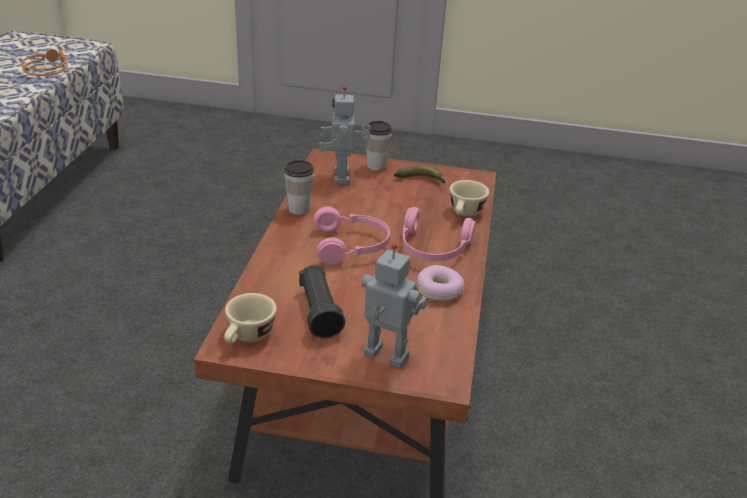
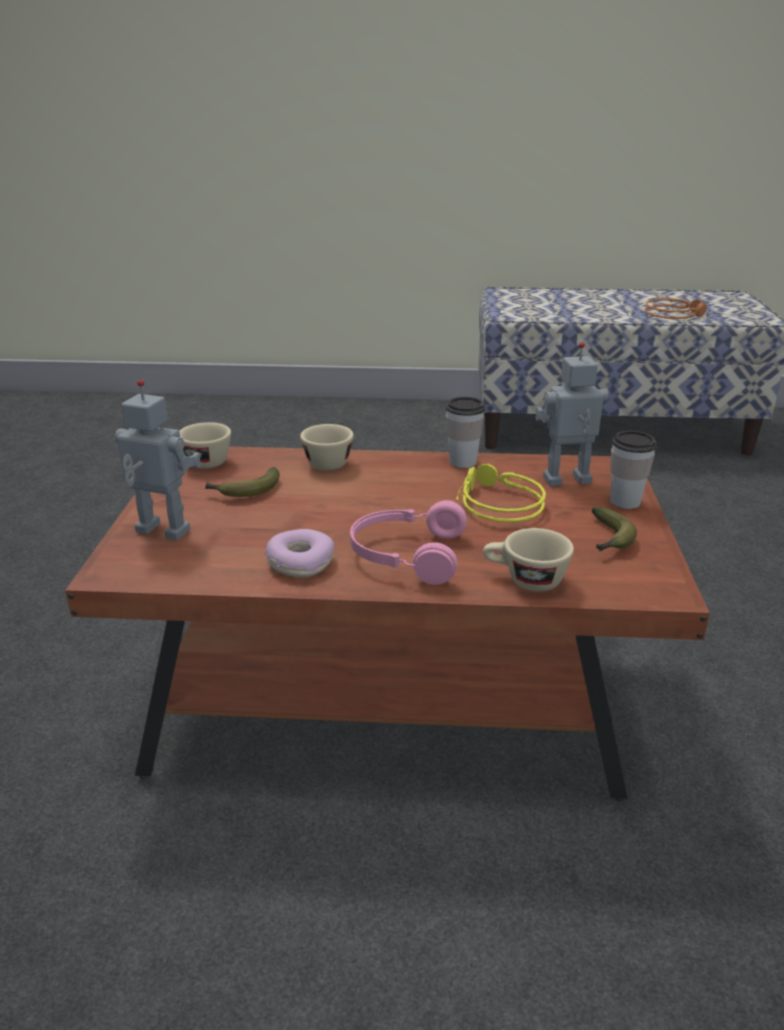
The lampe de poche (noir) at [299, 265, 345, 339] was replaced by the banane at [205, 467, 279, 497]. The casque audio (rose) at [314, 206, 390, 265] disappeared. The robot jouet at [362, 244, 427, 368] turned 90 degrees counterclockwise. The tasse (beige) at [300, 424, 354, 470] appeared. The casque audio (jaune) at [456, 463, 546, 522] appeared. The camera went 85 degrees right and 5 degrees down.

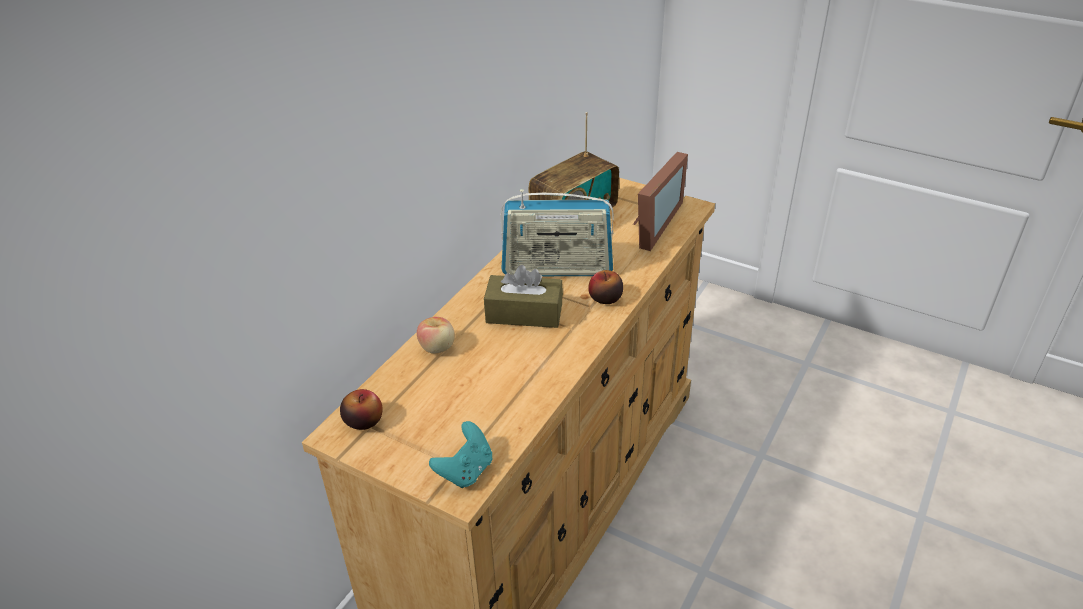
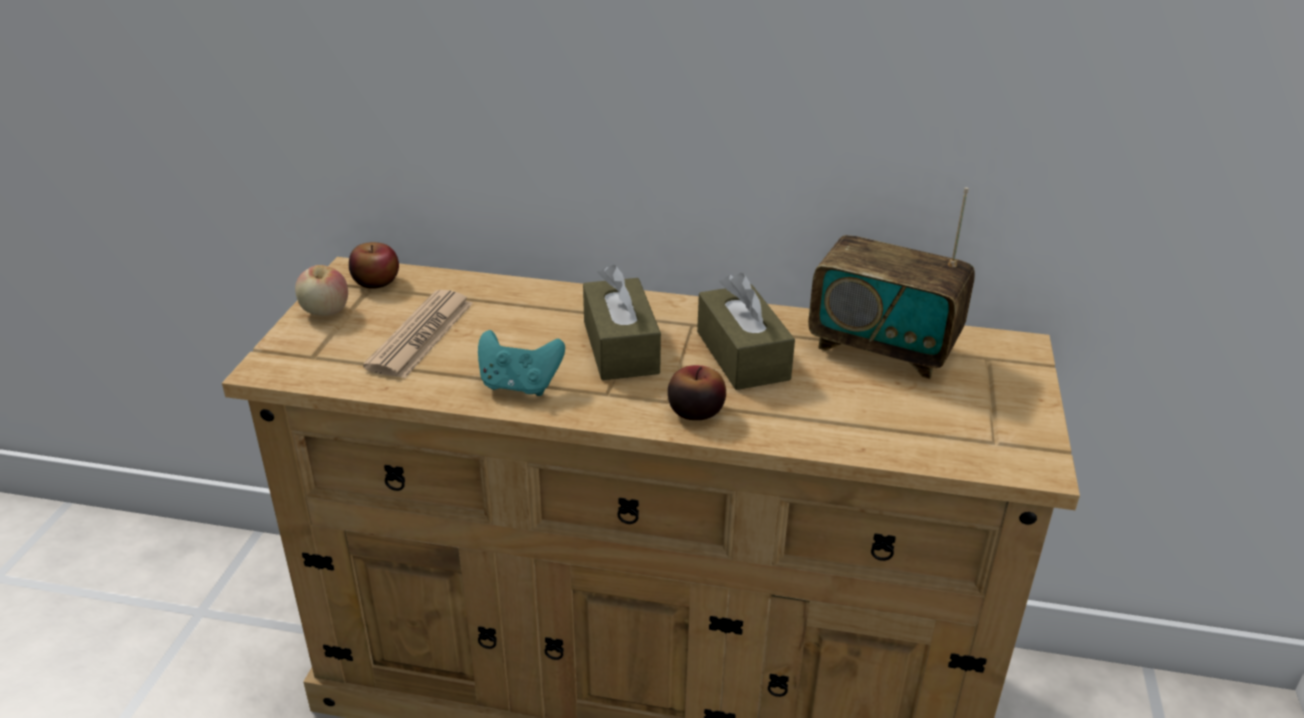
The pomme moved from [417, 317, 455, 354] to [295, 265, 348, 316]. The manette (turquoise) moved from [429, 421, 492, 488] to [478, 330, 565, 396]. The radio at [501, 189, 614, 276] was replaced by the boîte à mouchoirs (marron) at [697, 273, 795, 390]. The cadre photo at [633, 152, 688, 251] disappeared. The journal at [363, 290, 473, 378] appeared. The camera went 70 degrees right and 5 degrees down.

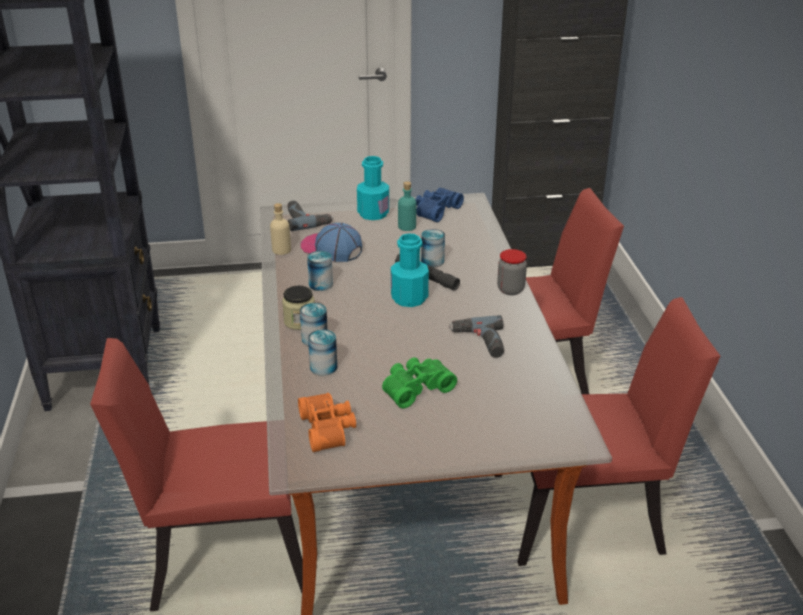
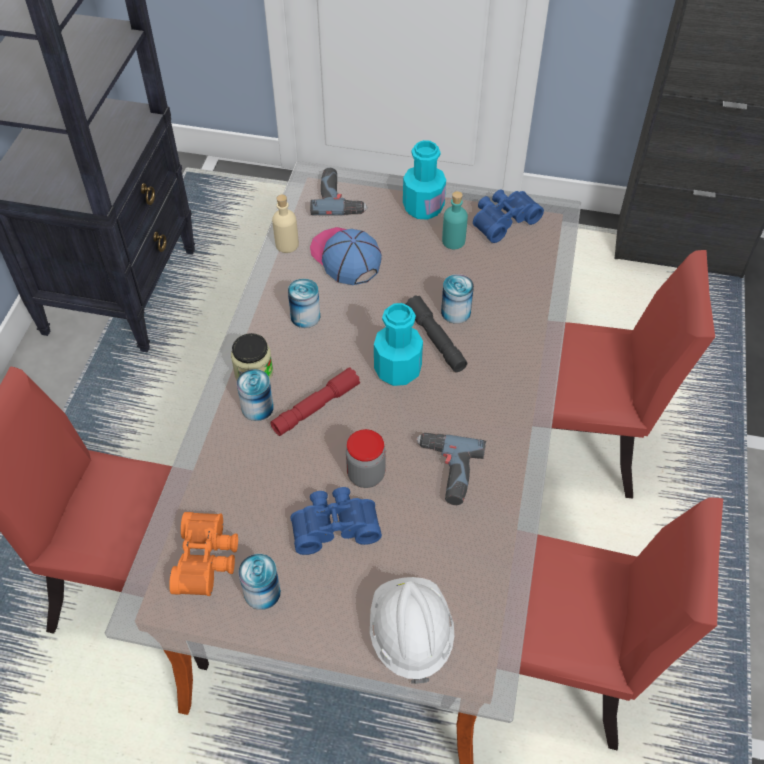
The boîte métallique moved from [308, 329, 337, 376] to [238, 554, 281, 610]. The jumelles (vert) at [382, 358, 457, 408] became the jumelles (bleu) at [290, 487, 382, 555]. The bocal moved from [497, 249, 527, 295] to [346, 429, 386, 488]. The lampe de poche (rouge) at [270, 367, 360, 436] appeared. The casque de chantier (blanc) at [370, 577, 454, 684] appeared. The camera went 20 degrees right and 20 degrees up.

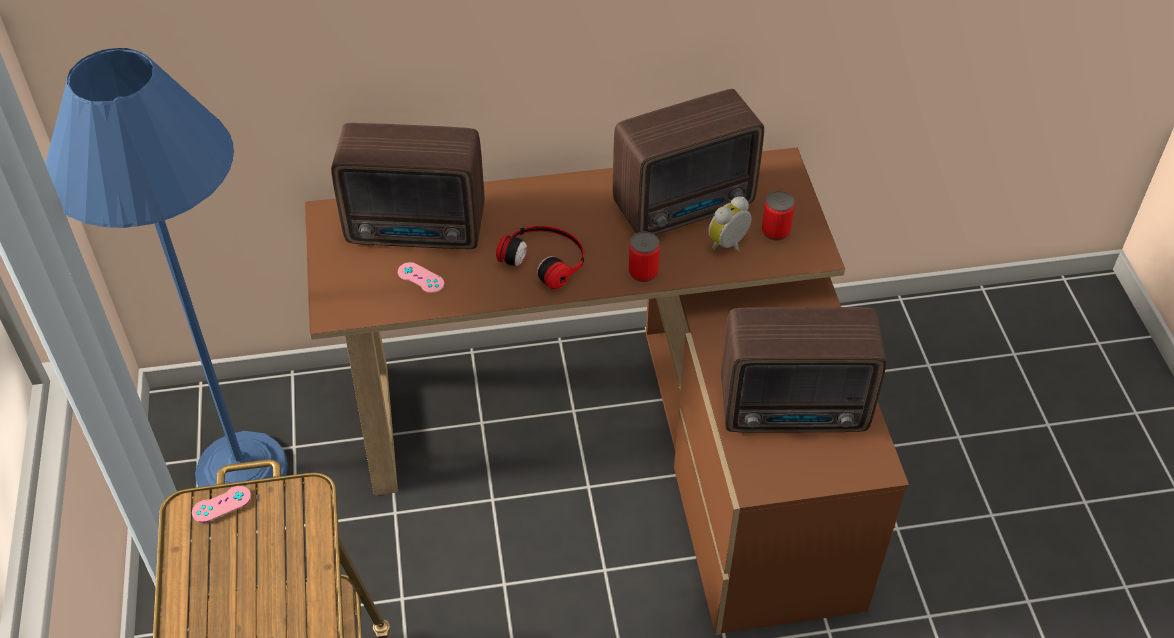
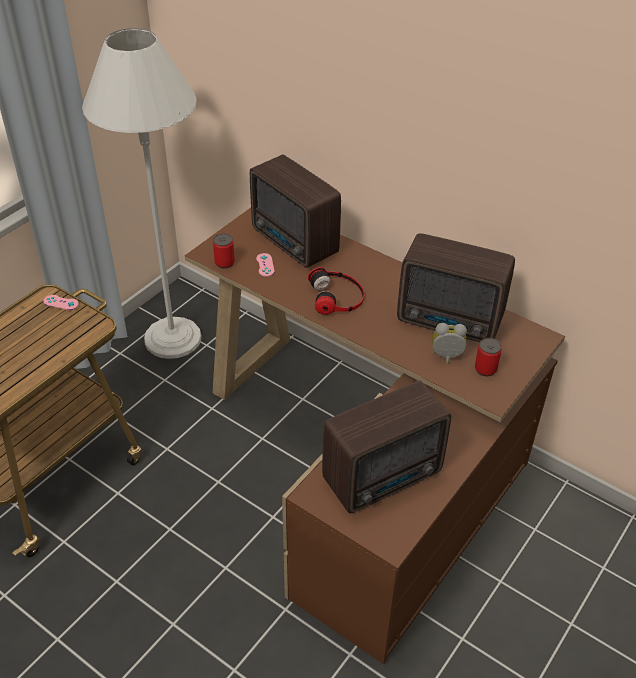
The lampadaire (bleu) at [45, 48, 288, 505] became the lampadaire (blanc) at [82, 28, 201, 359]. The boîte métallique moved from [629, 232, 660, 282] to [213, 233, 235, 269]. The radio at [721, 307, 886, 432] turned 75 degrees counterclockwise. The camera went 45 degrees right and 5 degrees down.

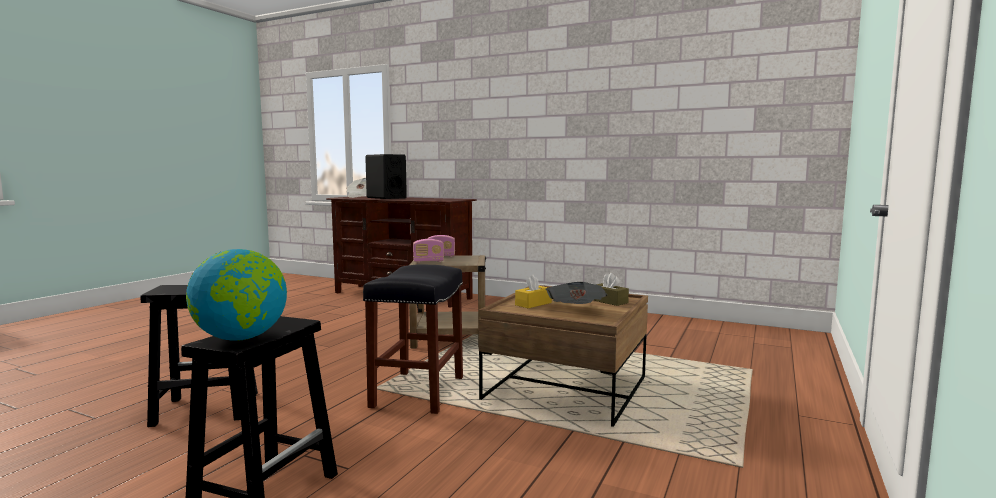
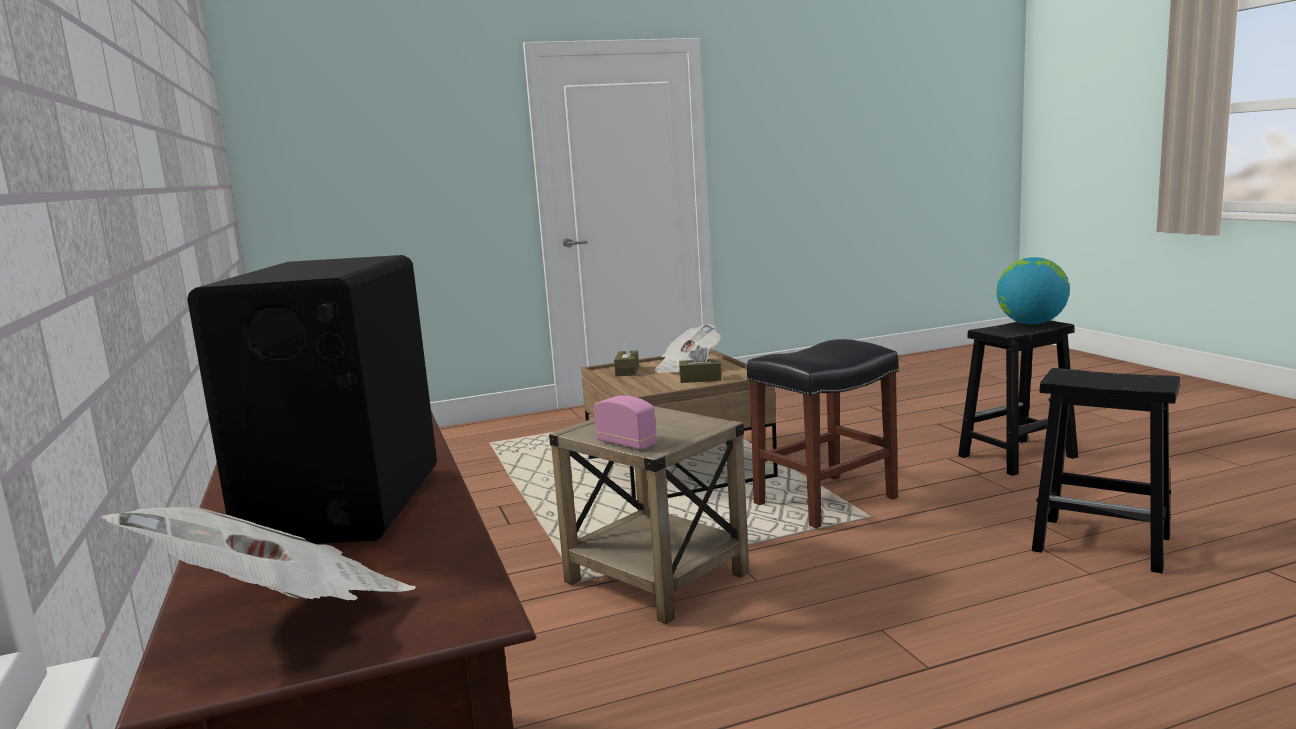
The radio at [413, 239, 444, 262] disappeared. The boîte à mouchoirs (jaune) at [515, 275, 552, 308] became the boîte à mouchoirs (marron) at [679, 345, 721, 383]. The camera went 135 degrees left and 5 degrees up.

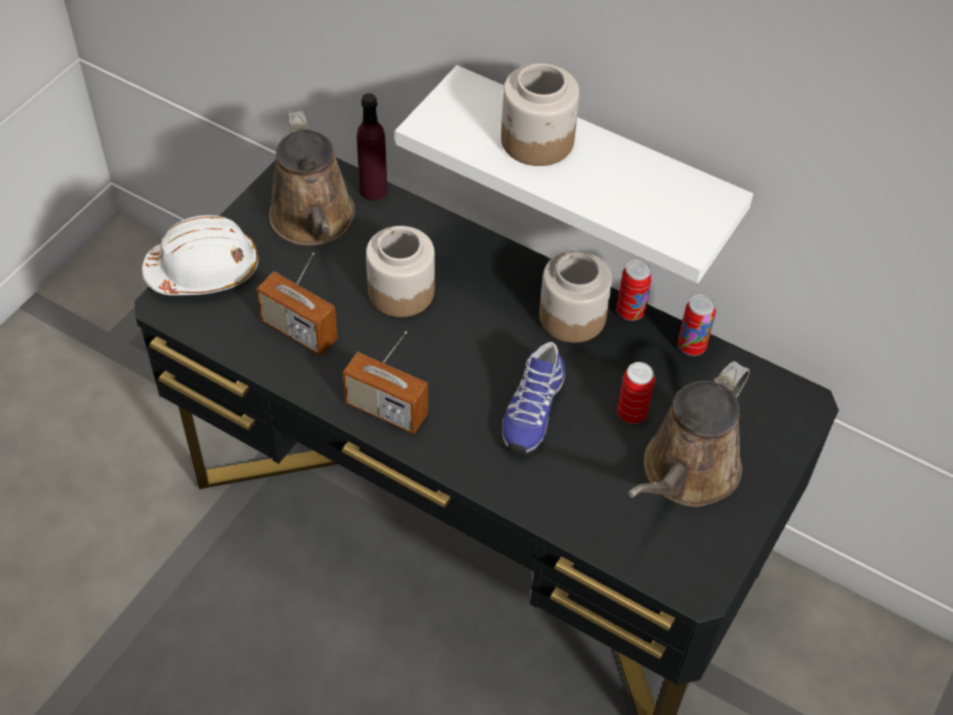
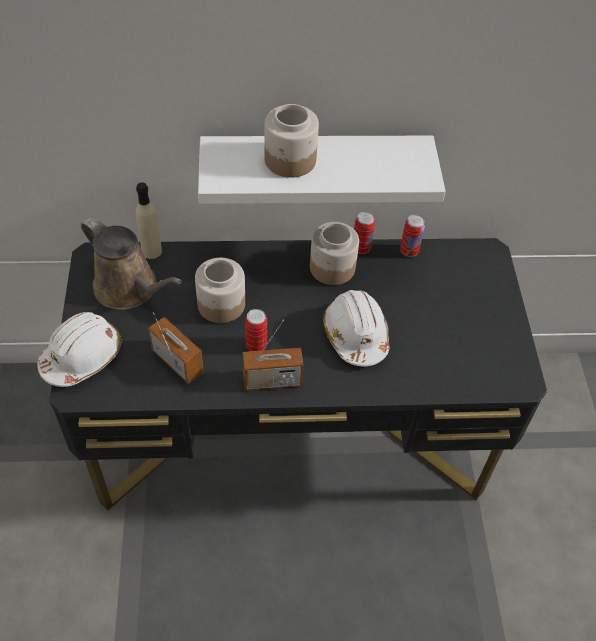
The radio at [256, 253, 338, 356] turned 135 degrees counterclockwise. The bouteille (violet) at [357, 93, 387, 201] became the bouteille (beige) at [136, 182, 162, 259]. The chaussure at [501, 342, 565, 455] was replaced by the casque de chantier (blanc) at [323, 290, 389, 367]. The boîte métallique moved from [617, 362, 655, 424] to [245, 309, 267, 351]. The arrosoir (marron) at [627, 361, 750, 507] disappeared. The camera went 35 degrees left and 0 degrees up.

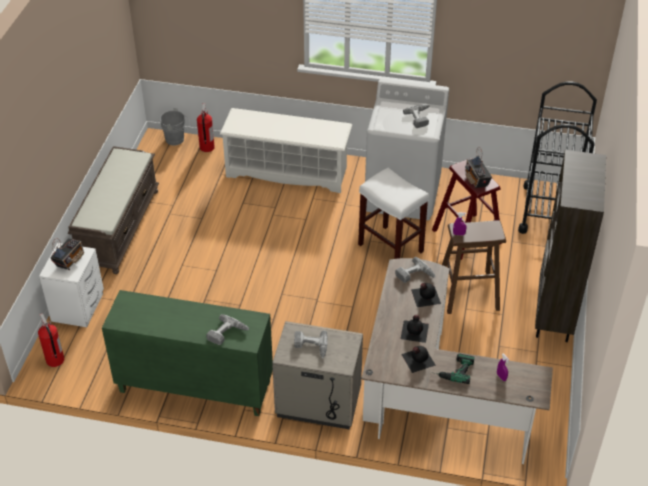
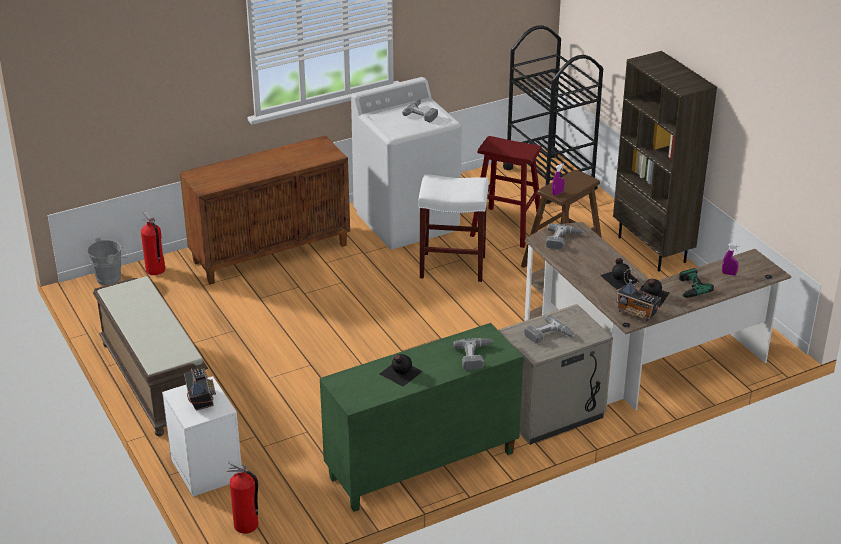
The étagère à chaussures (blanc) at [220, 108, 352, 193] was replaced by the meuble de rangement (marron) at [180, 135, 350, 285]. The bouteille (noir) moved from [411, 283, 441, 307] to [379, 354, 423, 386]. The radio moved from [465, 147, 492, 188] to [616, 269, 661, 321]. The camera went 40 degrees left and 10 degrees down.

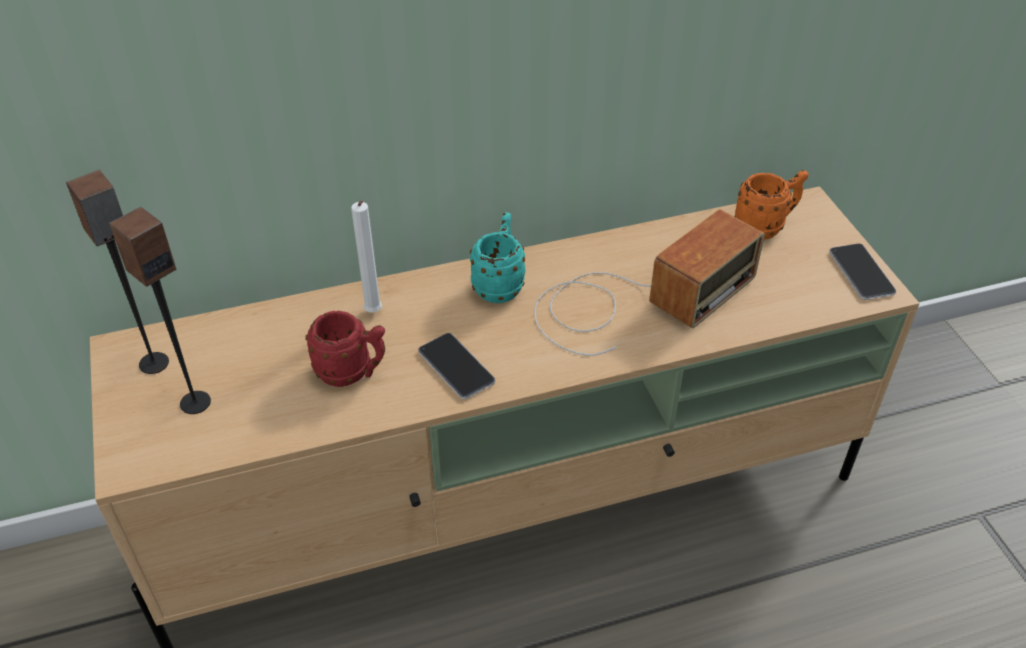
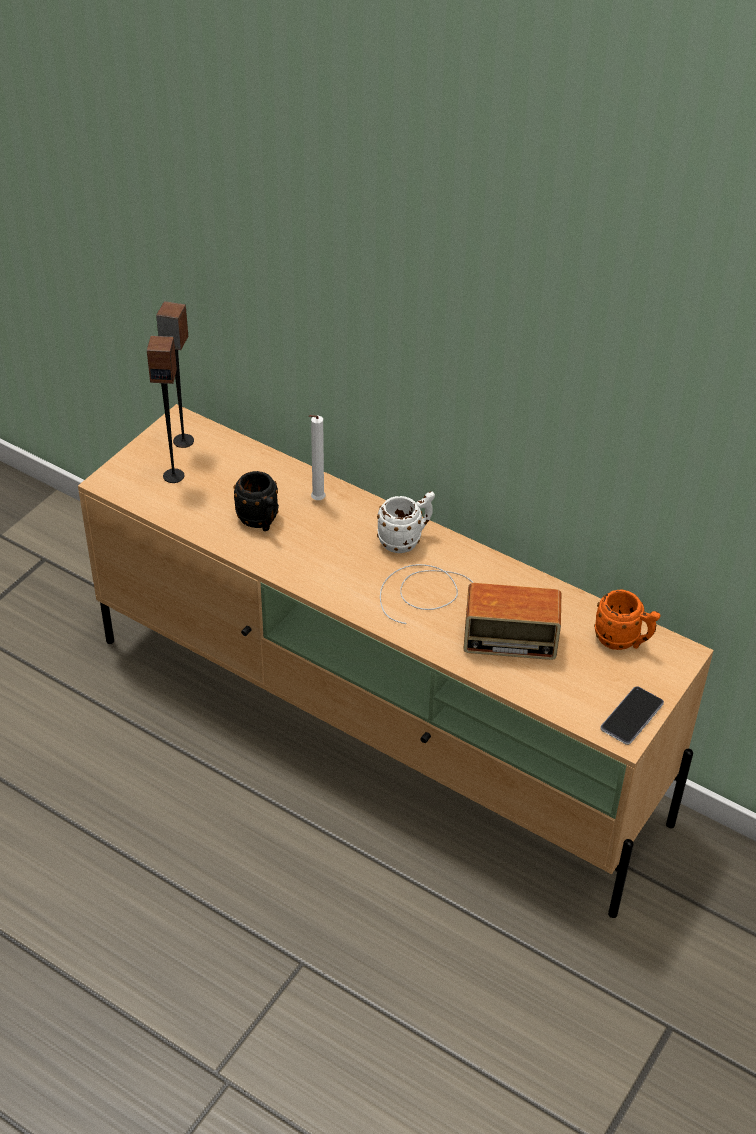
The mug (rouge) at [305, 311, 385, 387] became the mug (noir) at [233, 471, 279, 531]. The téléphone at [418, 333, 495, 399] disappeared. The mug (turquoise) at [470, 212, 526, 303] became the mug (blanc) at [377, 491, 435, 553]. The camera went 50 degrees right and 0 degrees up.

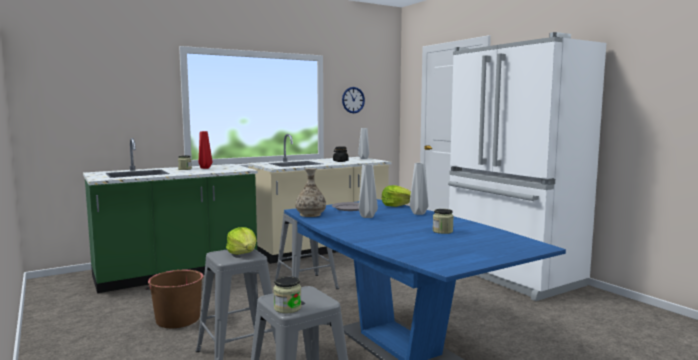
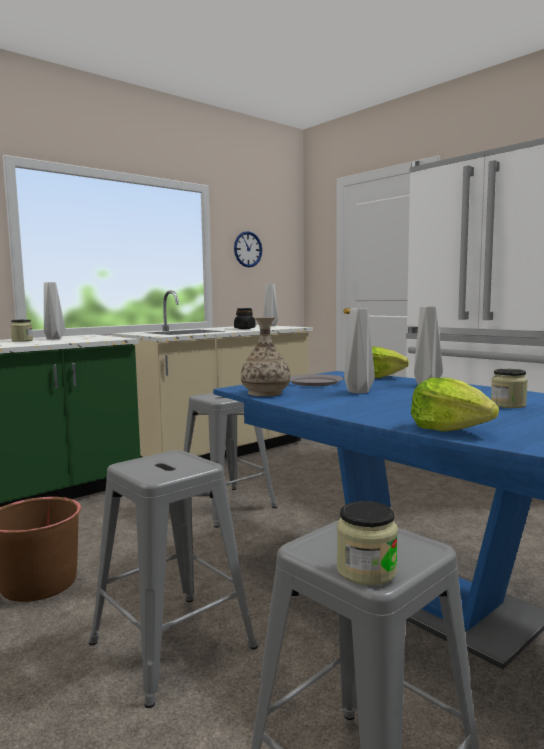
The vase (rouge) at [199, 131, 212, 169] became the vase (gris) at [44, 282, 65, 340]. The laitue moved from [226, 227, 257, 255] to [411, 378, 499, 432]. The camera went 10 degrees left and 0 degrees up.

